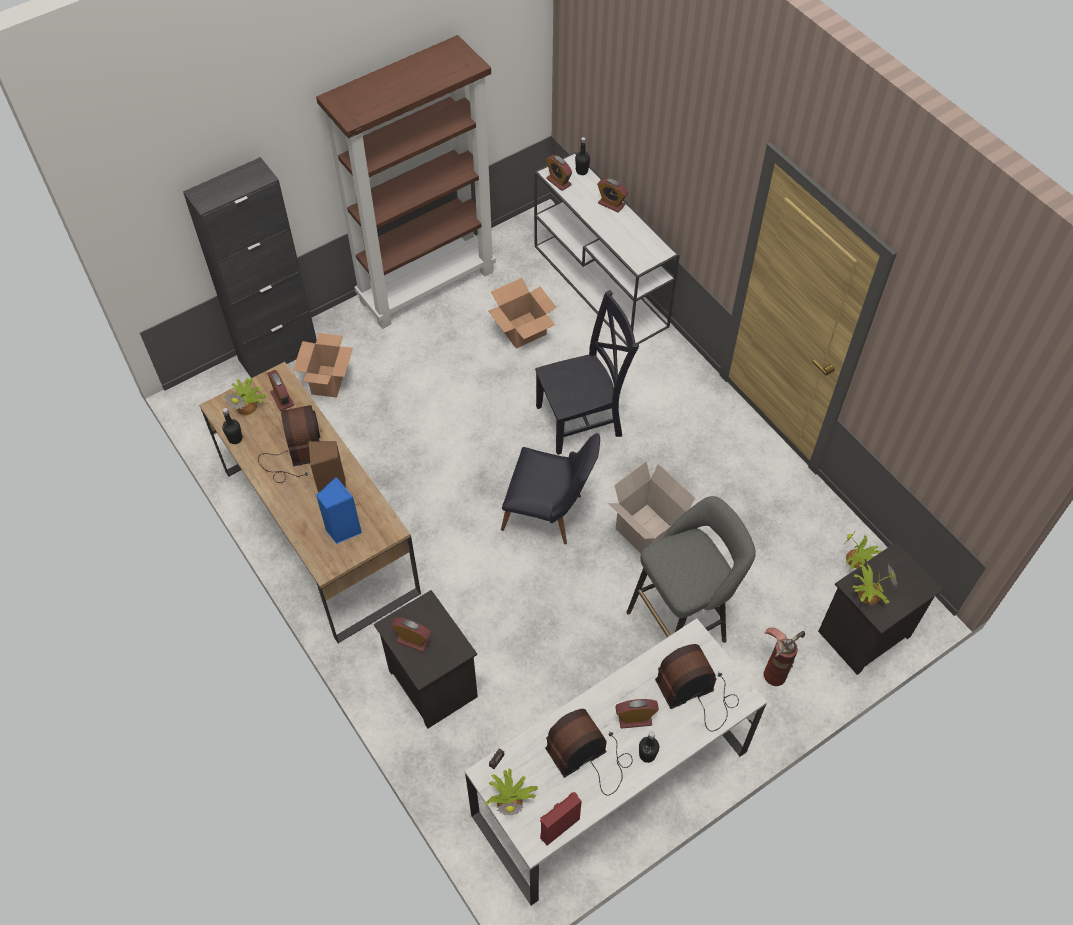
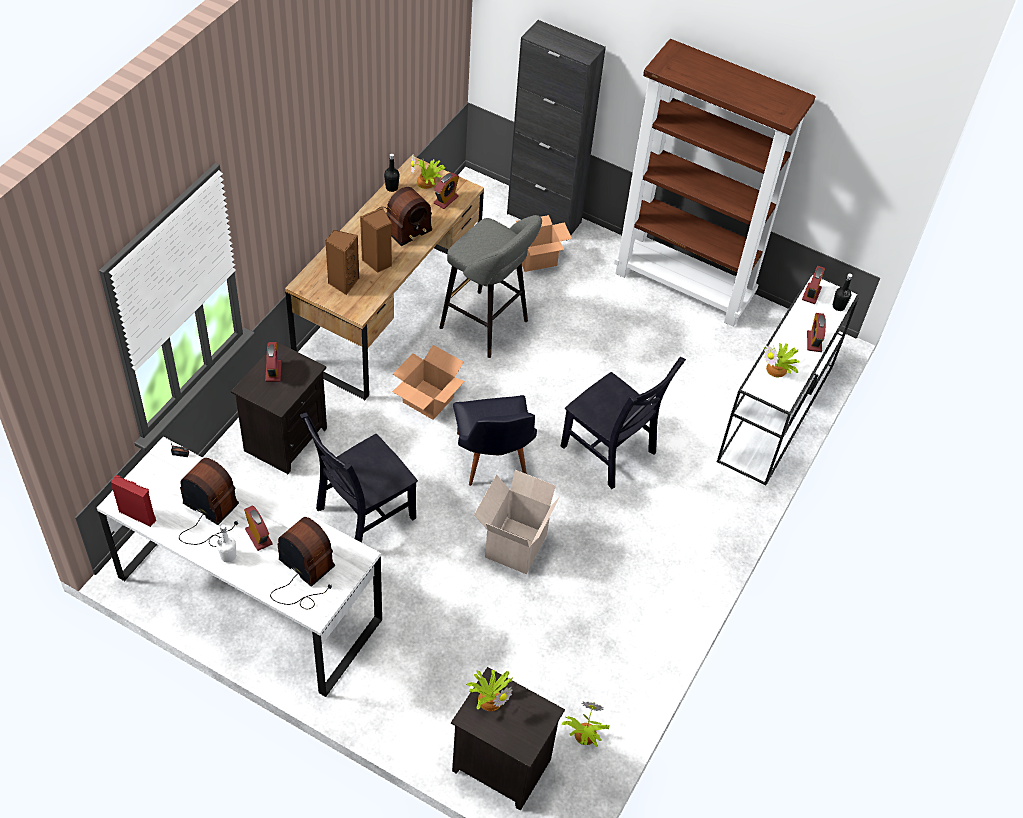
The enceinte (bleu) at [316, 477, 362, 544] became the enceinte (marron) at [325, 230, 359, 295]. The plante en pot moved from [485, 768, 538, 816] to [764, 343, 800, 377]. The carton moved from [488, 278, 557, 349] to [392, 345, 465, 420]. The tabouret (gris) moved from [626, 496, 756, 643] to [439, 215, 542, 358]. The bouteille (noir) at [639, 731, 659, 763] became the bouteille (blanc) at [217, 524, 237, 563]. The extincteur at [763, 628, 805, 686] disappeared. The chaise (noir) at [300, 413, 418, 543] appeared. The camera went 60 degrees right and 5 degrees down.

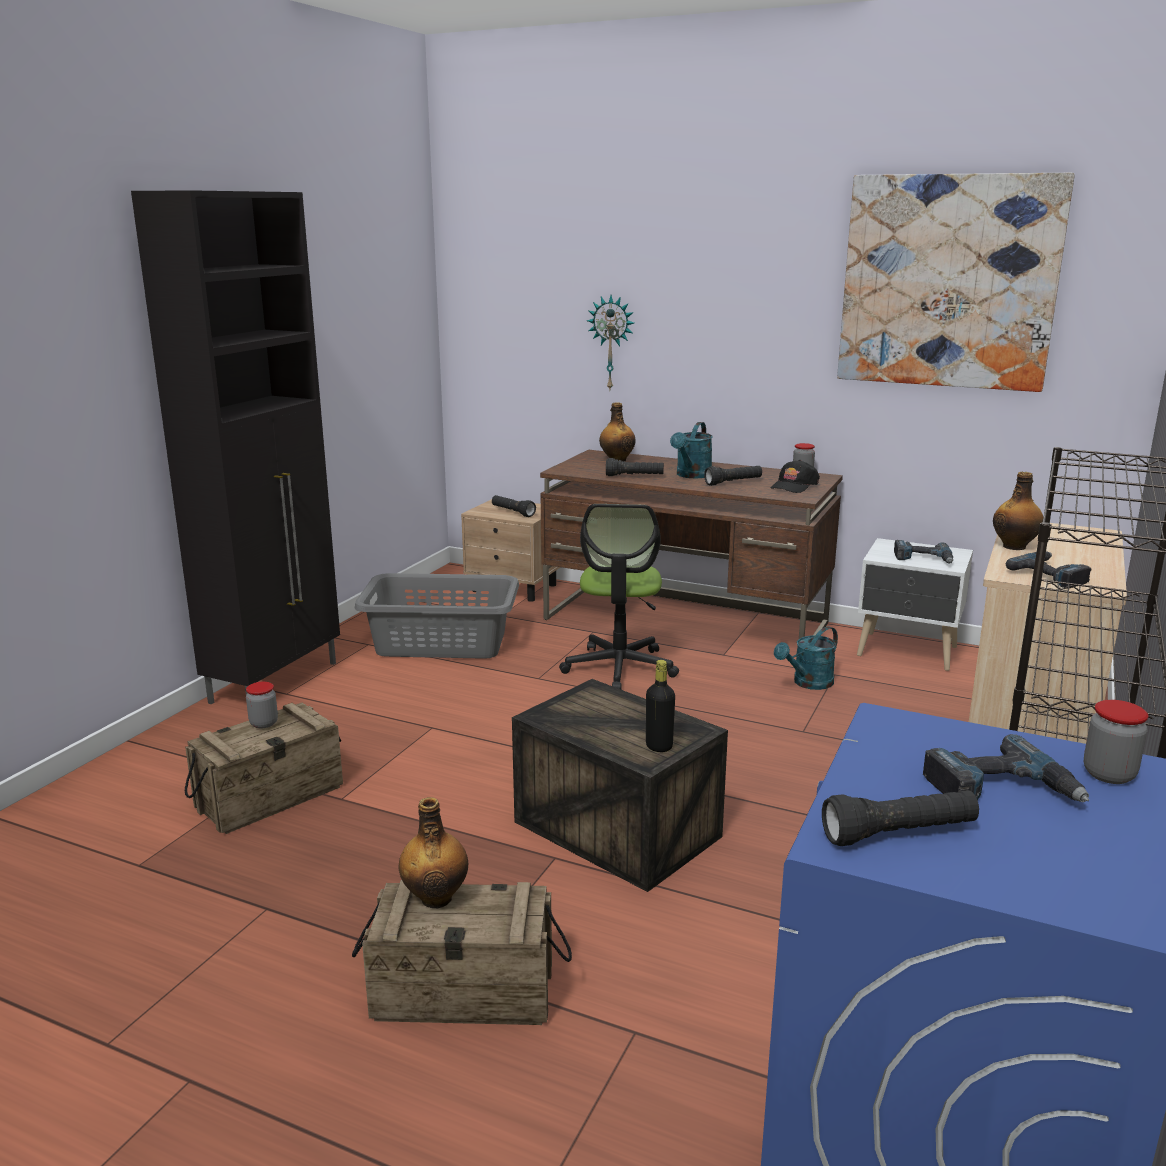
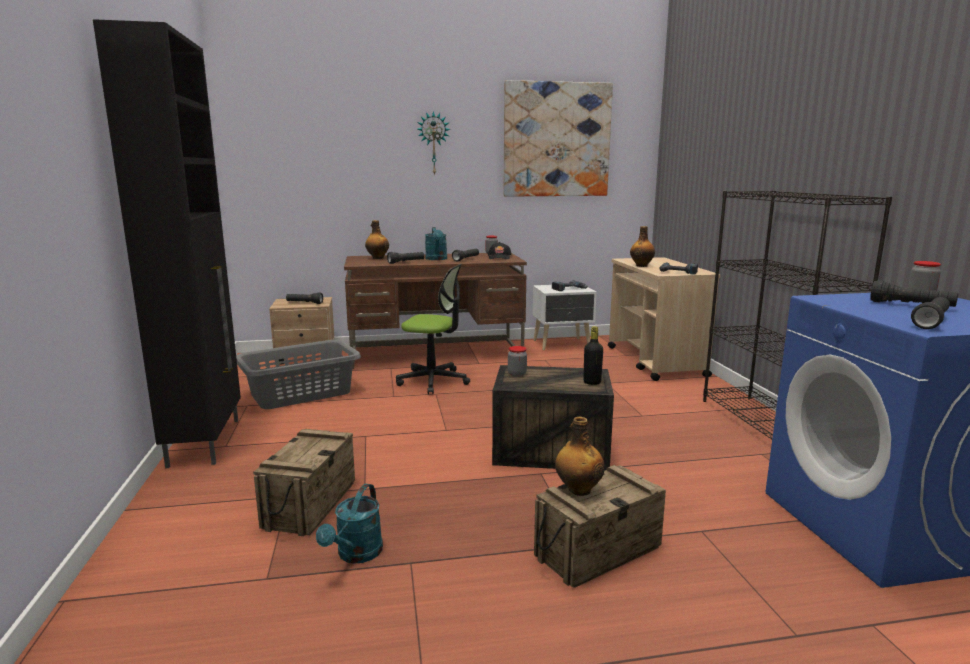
The bocal moved from [246, 682, 278, 728] to [508, 346, 527, 377]. The chaise de bureau at [559, 504, 679, 689] turned 45 degrees counterclockwise. The horloge murale moved from [587, 295, 634, 389] to [417, 111, 451, 176]. The arrosoir (turquoise) moved from [774, 626, 838, 690] to [316, 484, 383, 564]. The perceuse at [923, 734, 1089, 802] was replaced by the lampe de poche (noir) at [870, 280, 959, 307]. The camera went 35 degrees left and 5 degrees down.

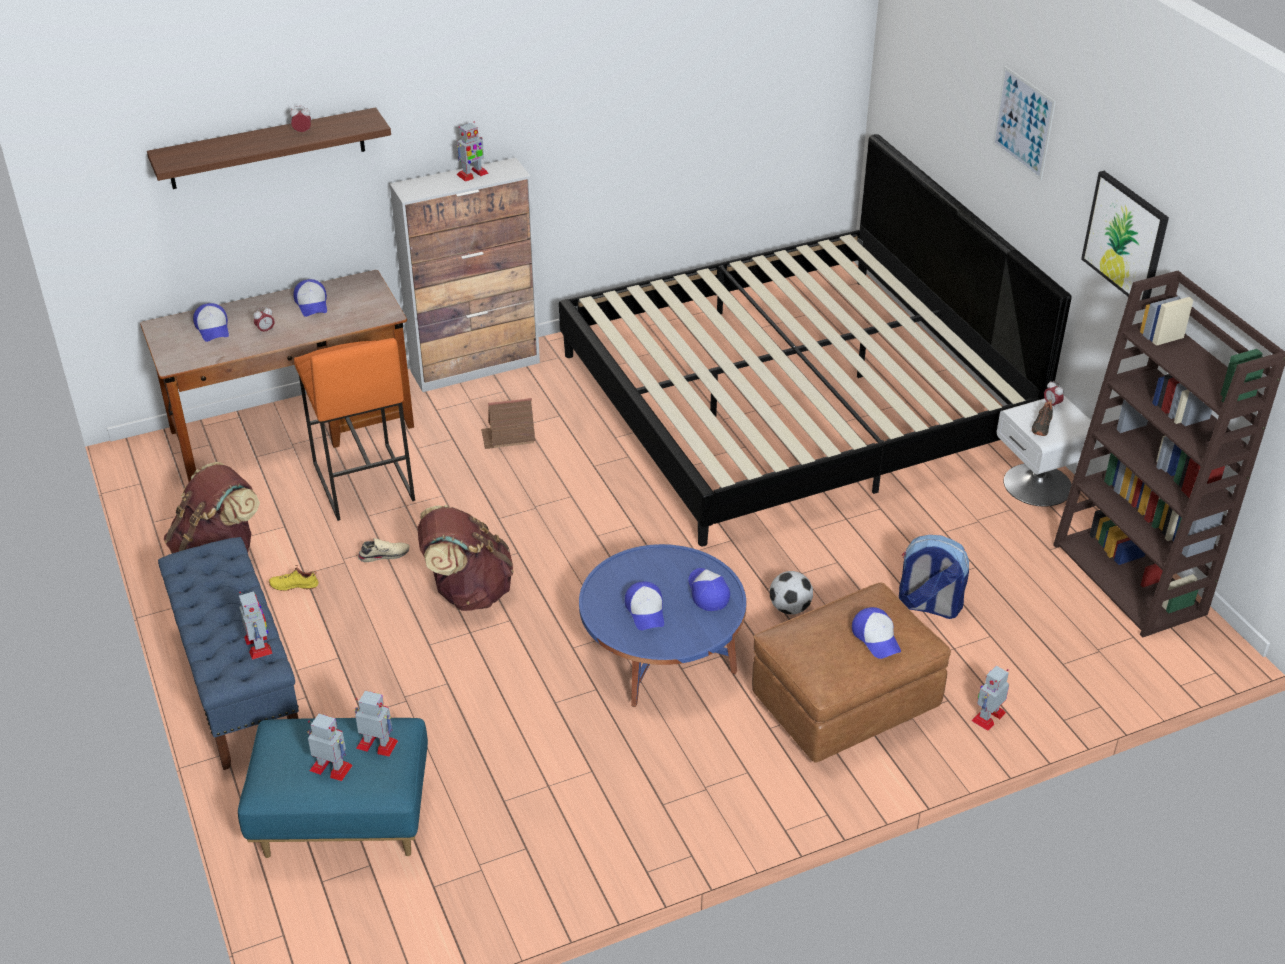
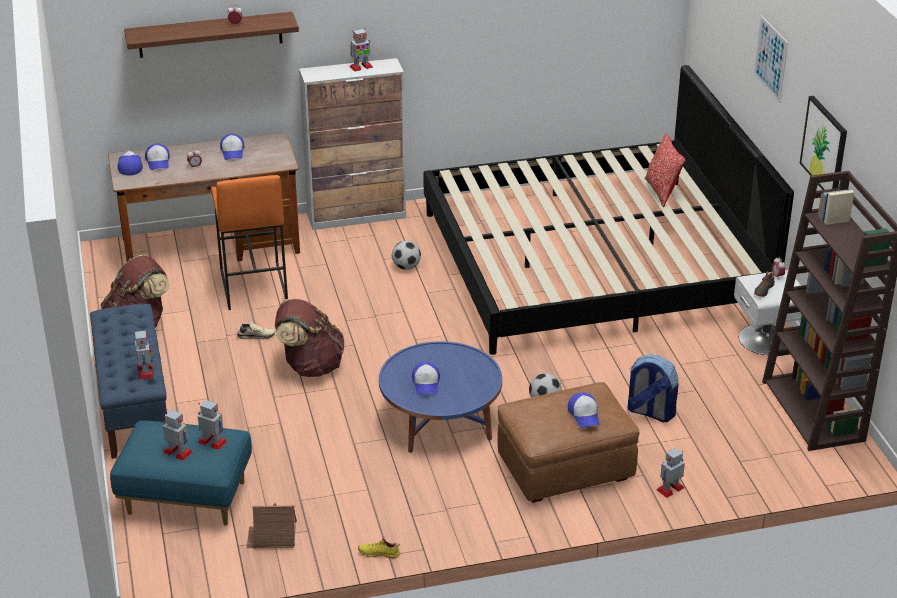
The chaussure (jaune) moved from [269, 565, 319, 591] to [358, 536, 400, 559]. The maison miniature moved from [481, 398, 535, 449] to [247, 503, 297, 548]. The casquette moved from [688, 568, 730, 611] to [118, 150, 143, 176]. The ballon de foot at [392, 241, 421, 270] appeared. The coussin at [644, 133, 685, 207] appeared. The camera went 10 degrees right and 5 degrees down.

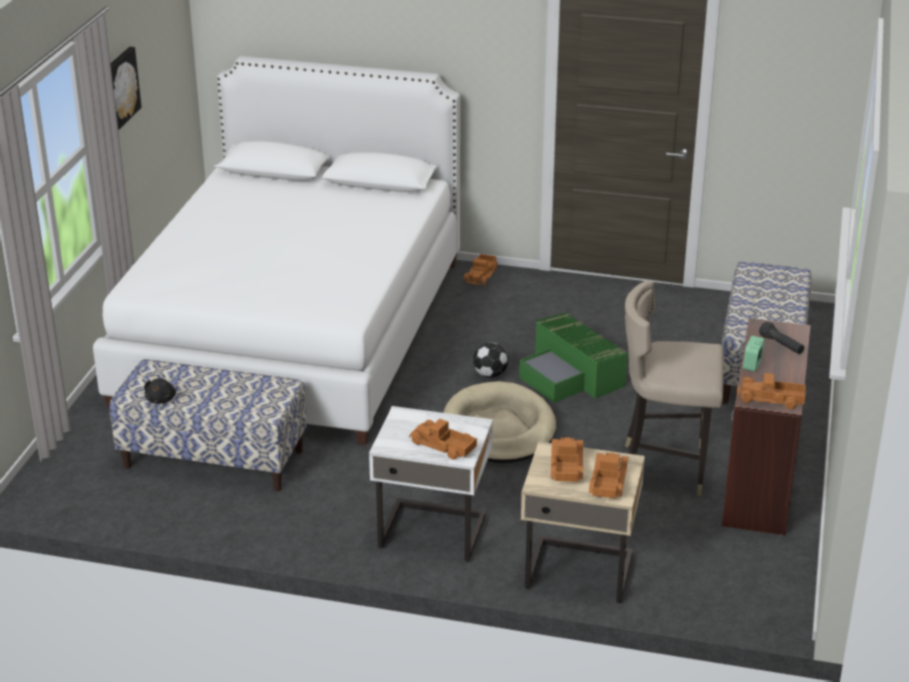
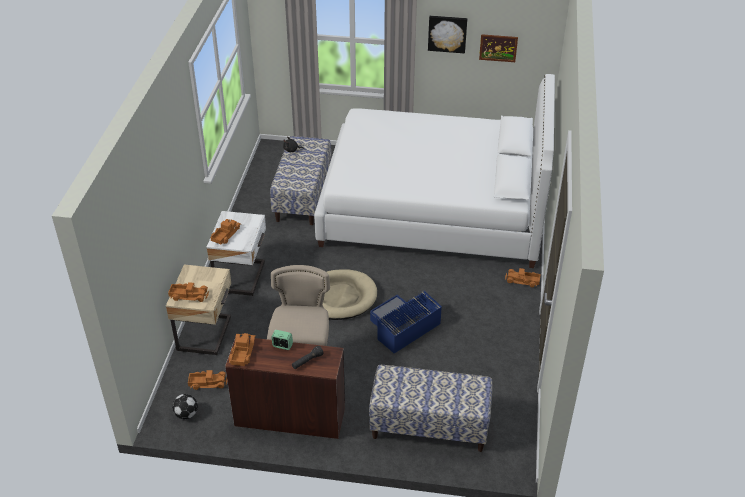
The ballon de foot moved from [473, 342, 508, 378] to [172, 394, 198, 419]. The boîte de rangement (vert) at [519, 312, 628, 403] became the boîte de rangement (bleu) at [370, 291, 442, 354]. The camion jouet moved from [551, 437, 583, 482] to [188, 370, 227, 390]. The tableau at [479, 34, 518, 62] appeared. The camera went 85 degrees right and 10 degrees up.

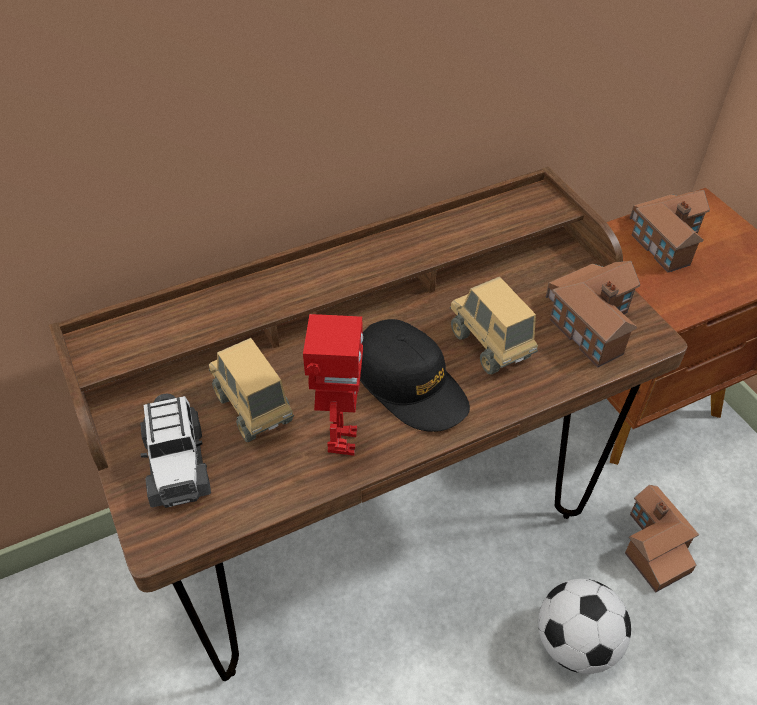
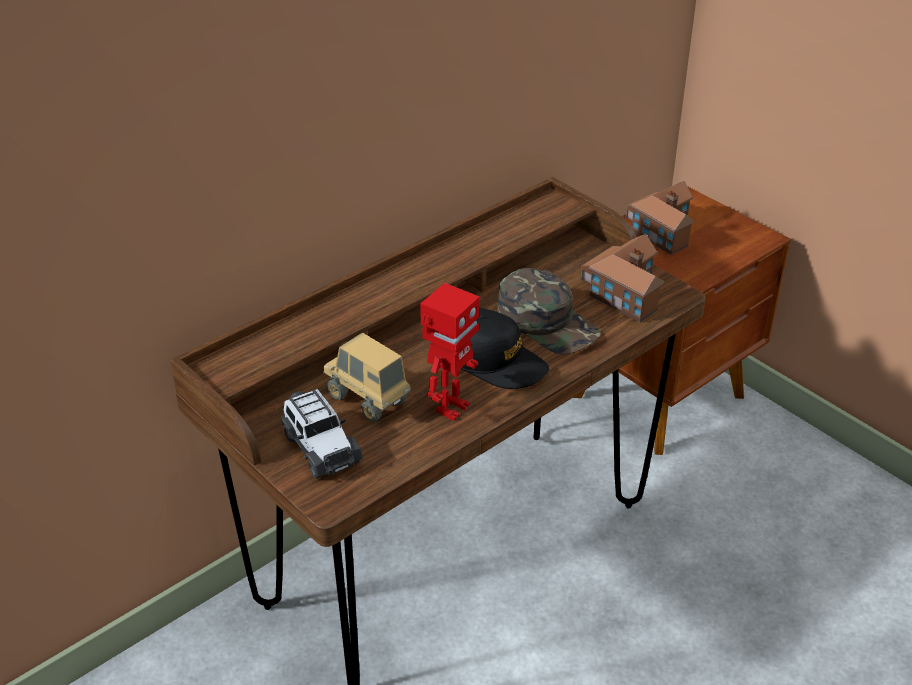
The robot jouet at [303, 314, 363, 456] turned 45 degrees clockwise. The camion jouet at [450, 277, 538, 374] was replaced by the casquette (vert) at [497, 268, 601, 354]. The ballon de foot at [538, 579, 631, 674] disappeared. The maison miniature at [625, 485, 699, 593] disappeared. The camera went 15 degrees left and 10 degrees down.

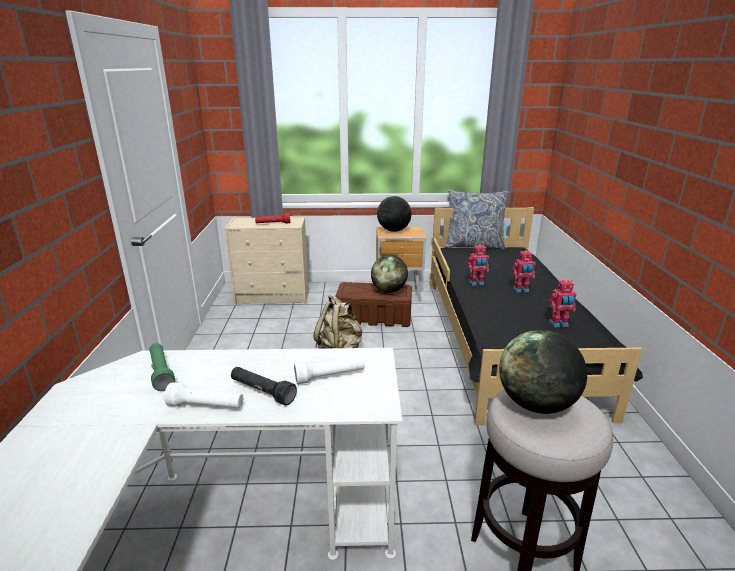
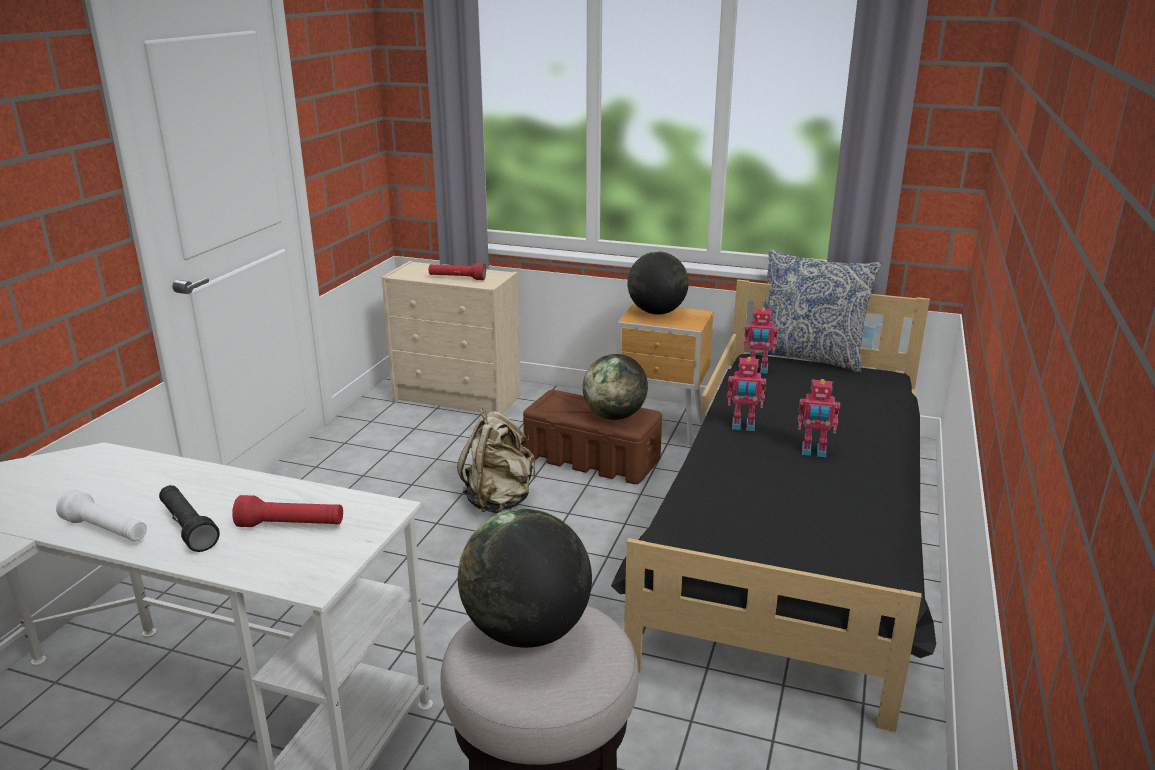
The lampe de poche (vert) at [149, 343, 175, 391] disappeared. The lampe de poche (blanc) at [294, 357, 365, 384] became the lampe de poche (rouge) at [232, 495, 343, 527]. The robot jouet moved from [549, 279, 576, 327] to [744, 308, 778, 374]. The camera went 20 degrees right and 0 degrees up.

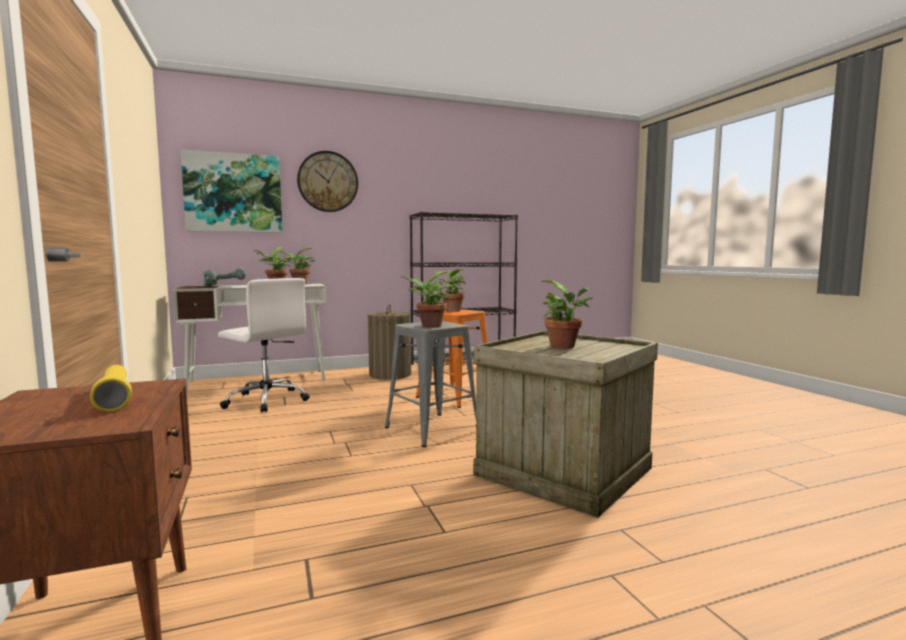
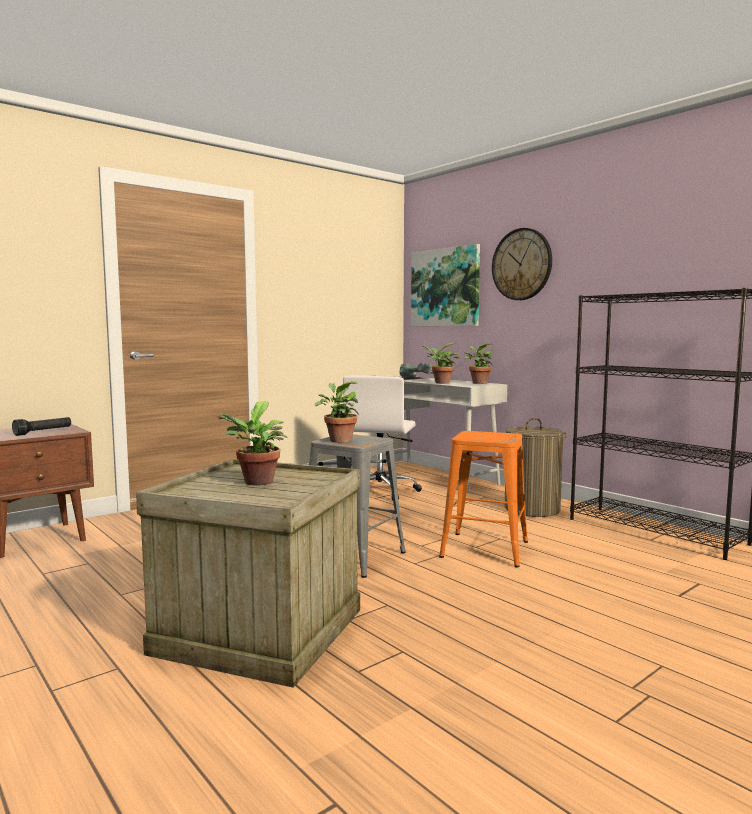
The lampe de poche (jaune) at [90, 365, 132, 412] became the lampe de poche (noir) at [12, 417, 71, 436]. The plante en pot at [438, 268, 466, 312] disappeared. The camera went 70 degrees right and 0 degrees up.

